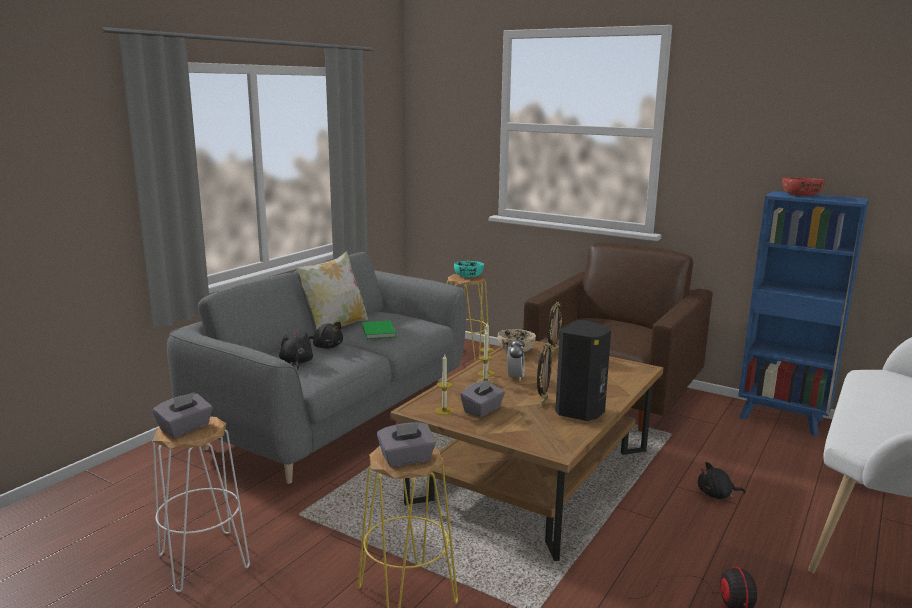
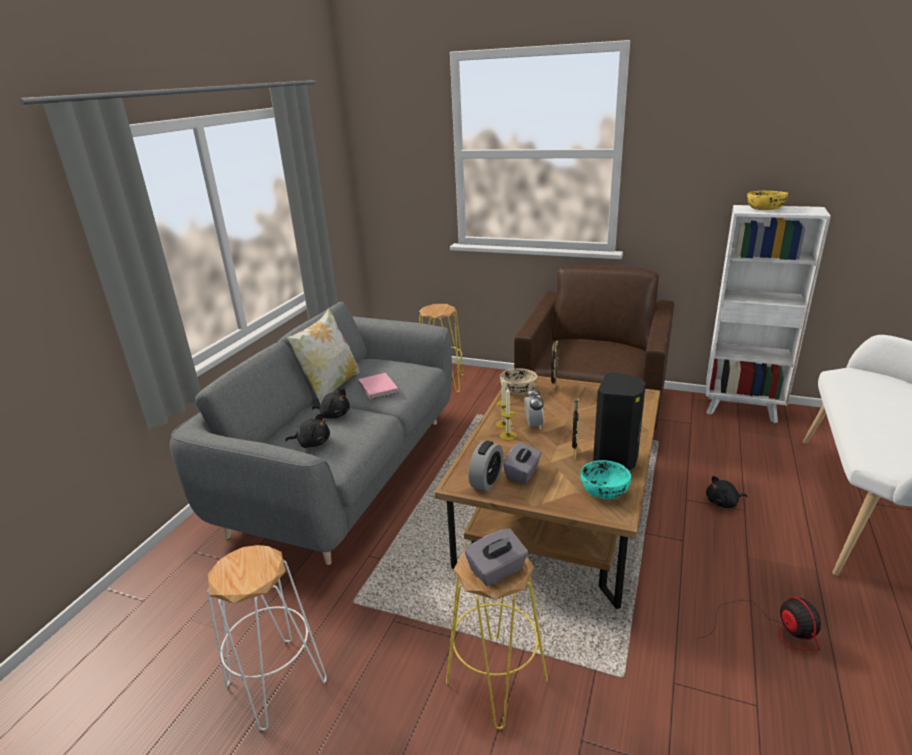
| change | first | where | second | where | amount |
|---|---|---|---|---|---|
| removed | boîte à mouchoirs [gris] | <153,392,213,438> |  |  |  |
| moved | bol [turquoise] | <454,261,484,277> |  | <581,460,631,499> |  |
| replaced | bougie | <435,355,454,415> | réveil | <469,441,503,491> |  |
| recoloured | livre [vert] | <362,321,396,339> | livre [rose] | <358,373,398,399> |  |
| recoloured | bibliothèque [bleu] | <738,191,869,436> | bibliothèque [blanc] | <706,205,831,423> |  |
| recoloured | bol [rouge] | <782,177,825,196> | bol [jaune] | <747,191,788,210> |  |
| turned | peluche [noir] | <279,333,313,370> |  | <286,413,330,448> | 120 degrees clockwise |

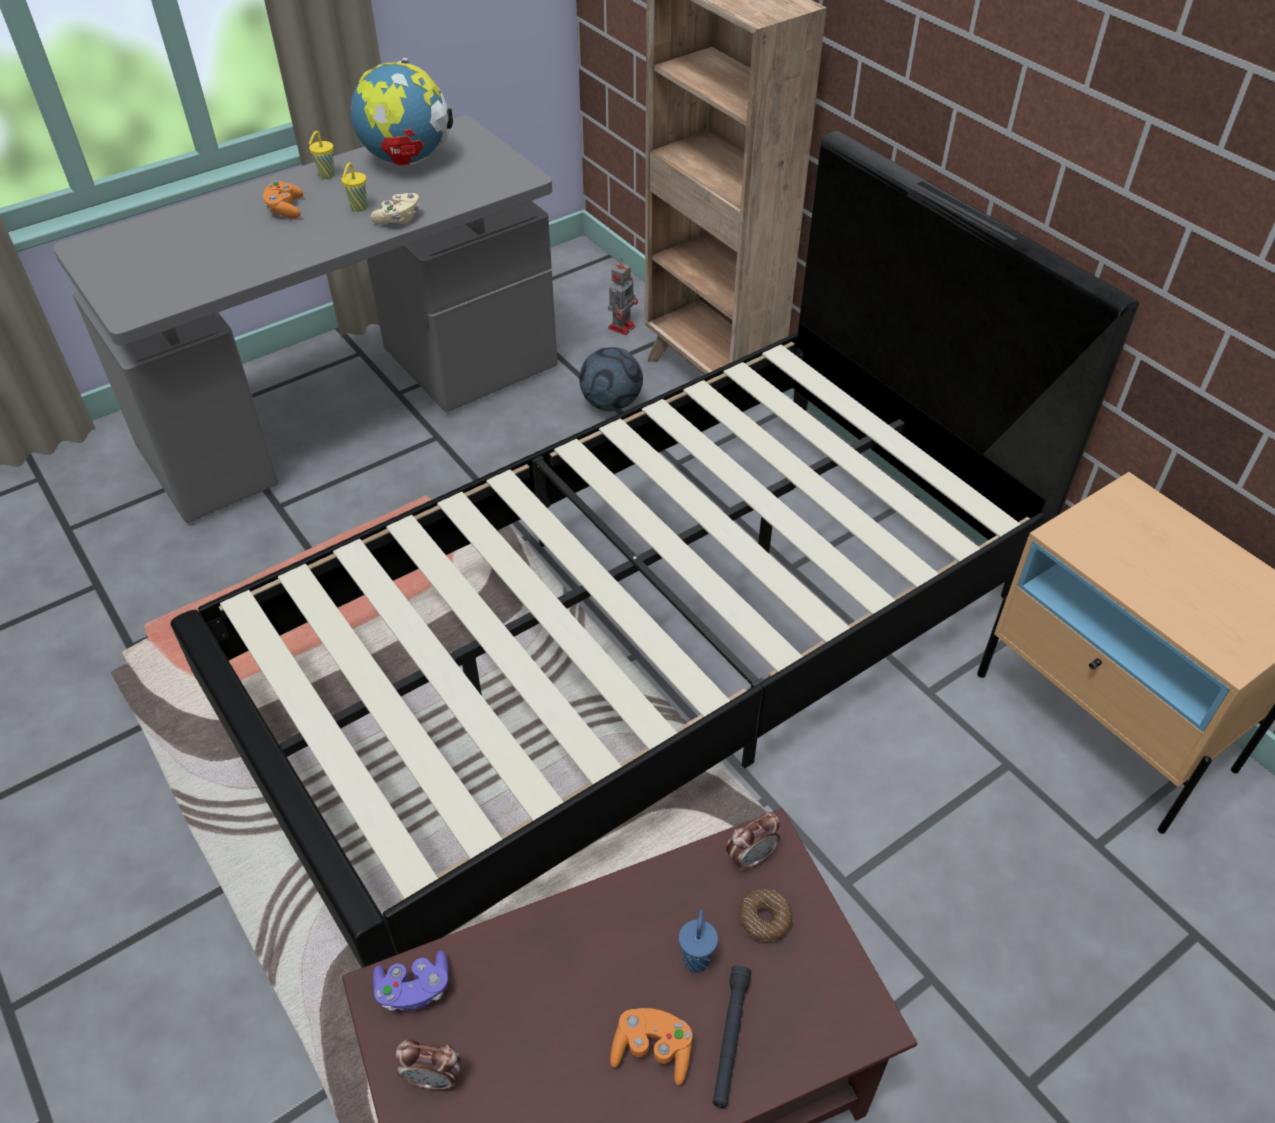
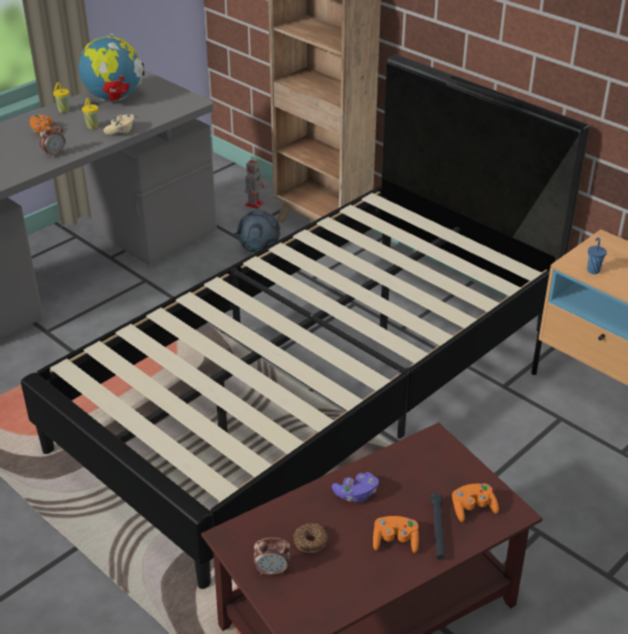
| change | first | where | second | where | amount |
|---|---|---|---|---|---|
| added |  |  | manette [orange] | <452,484,499,522> |  |
| moved | manette [violet] | <373,950,449,1011> |  | <332,472,379,502> |  |
| moved | tasse [bleu] | <679,909,718,973> |  | <587,237,607,274> |  |
| moved | réveil | <726,812,780,872> |  | <40,123,65,158> |  |
| moved | beignet | <738,889,793,941> |  | <294,523,328,553> |  |

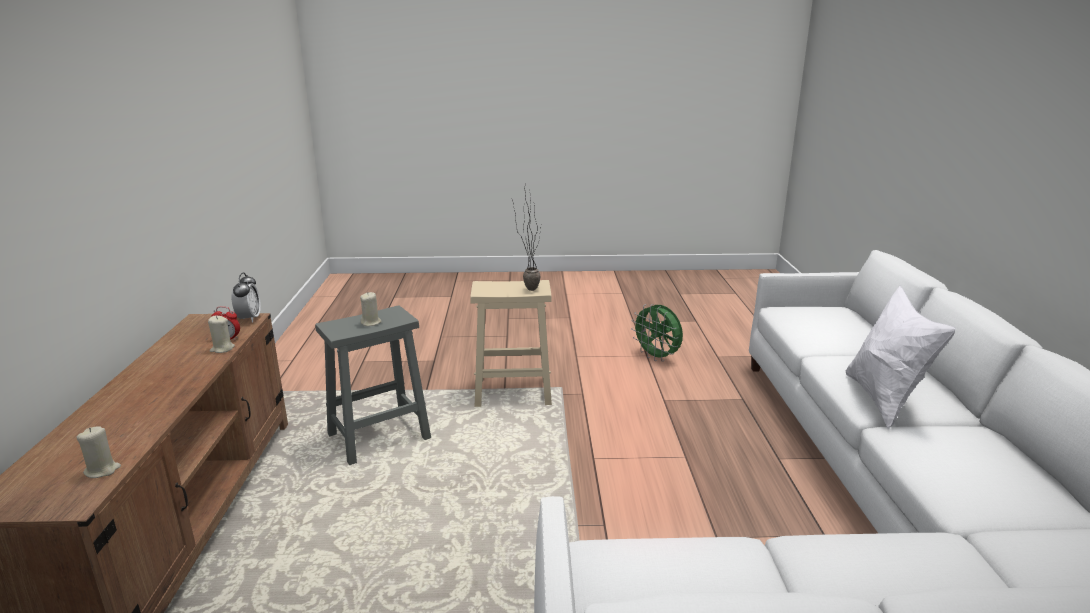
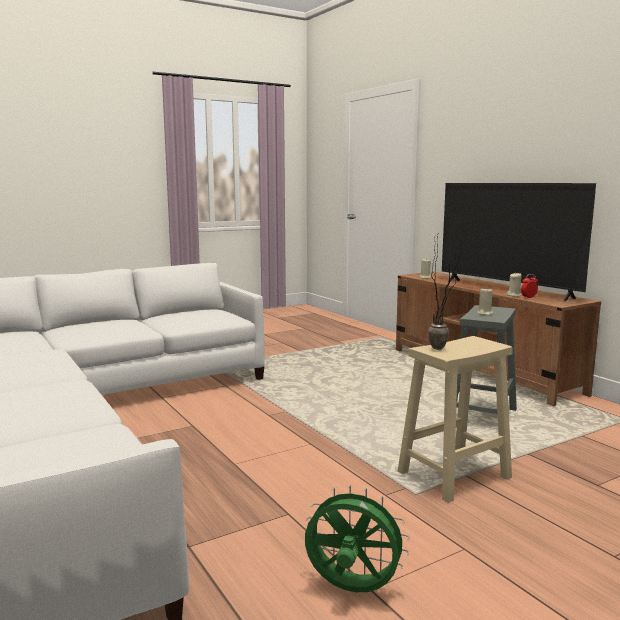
| change | first | where | second | where | amount |
|---|---|---|---|---|---|
| removed | réveil | <232,272,261,323> |  |  |  |
| removed | coussin [blanc] | <846,286,956,429> |  |  |  |
| added |  |  | téléviseur | <442,183,596,301> |  |

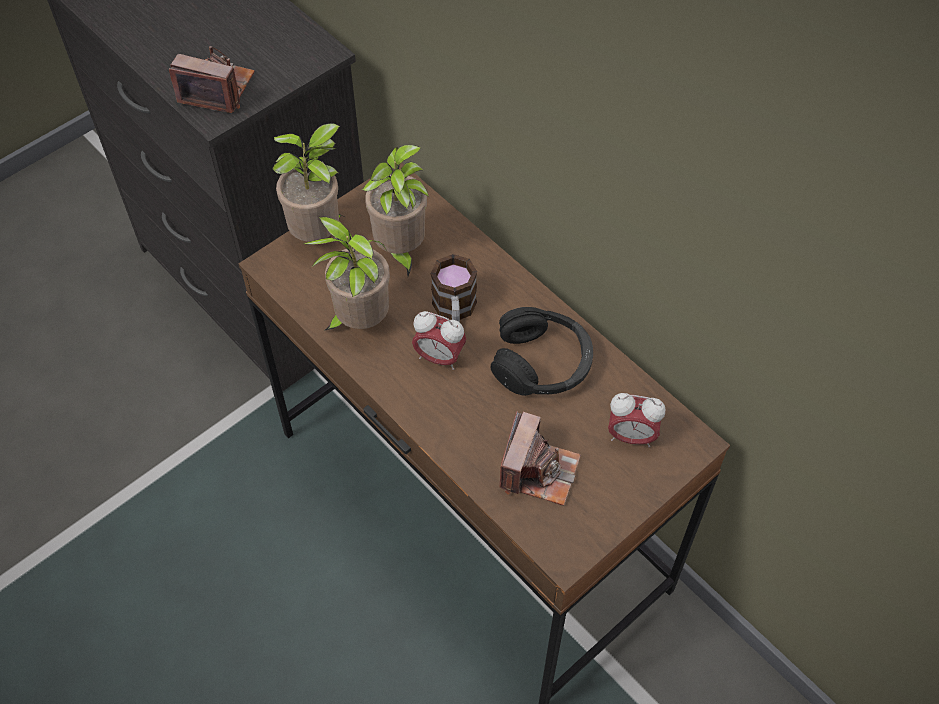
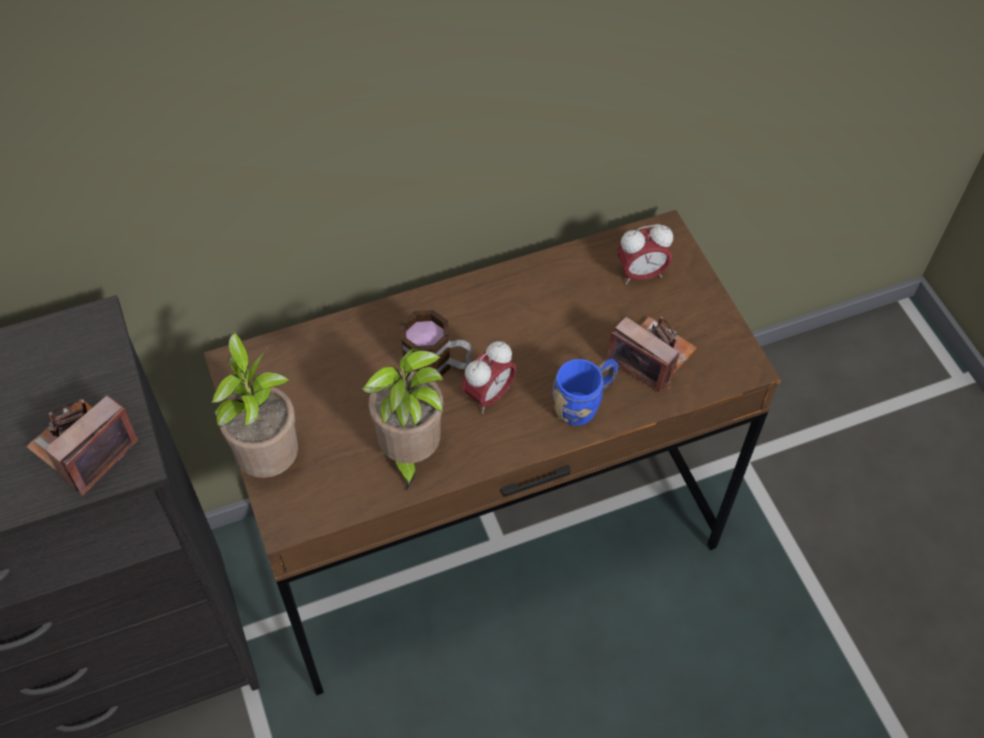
| change | first | where | second | where | amount |
|---|---|---|---|---|---|
| removed | plante en pot | <362,145,429,276> |  |  |  |
| removed | casque audio [noir] | <490,307,593,396> |  |  |  |
| added |  |  | mug [bleu] | <553,359,619,426> |  |
| turned | réveil | <608,393,665,447> |  | <617,224,673,284> | 45 degrees clockwise |

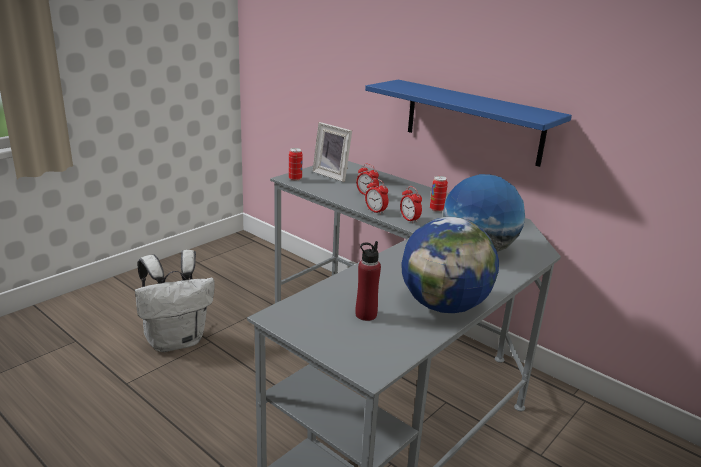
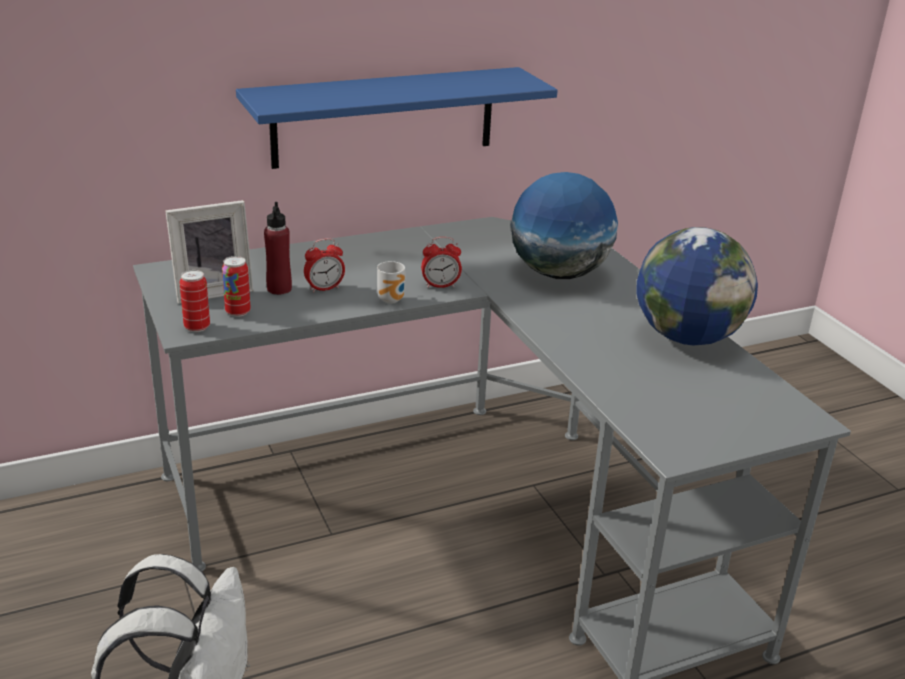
| change | first | where | second | where | amount |
|---|---|---|---|---|---|
| moved | bouteille [rouge] | <355,241,381,321> |  | <264,202,292,295> |  |
| moved | boîte métallique | <430,176,448,212> |  | <222,256,251,317> |  |
| replaced | réveil | <365,178,389,215> | mug | <377,261,406,304> |  |

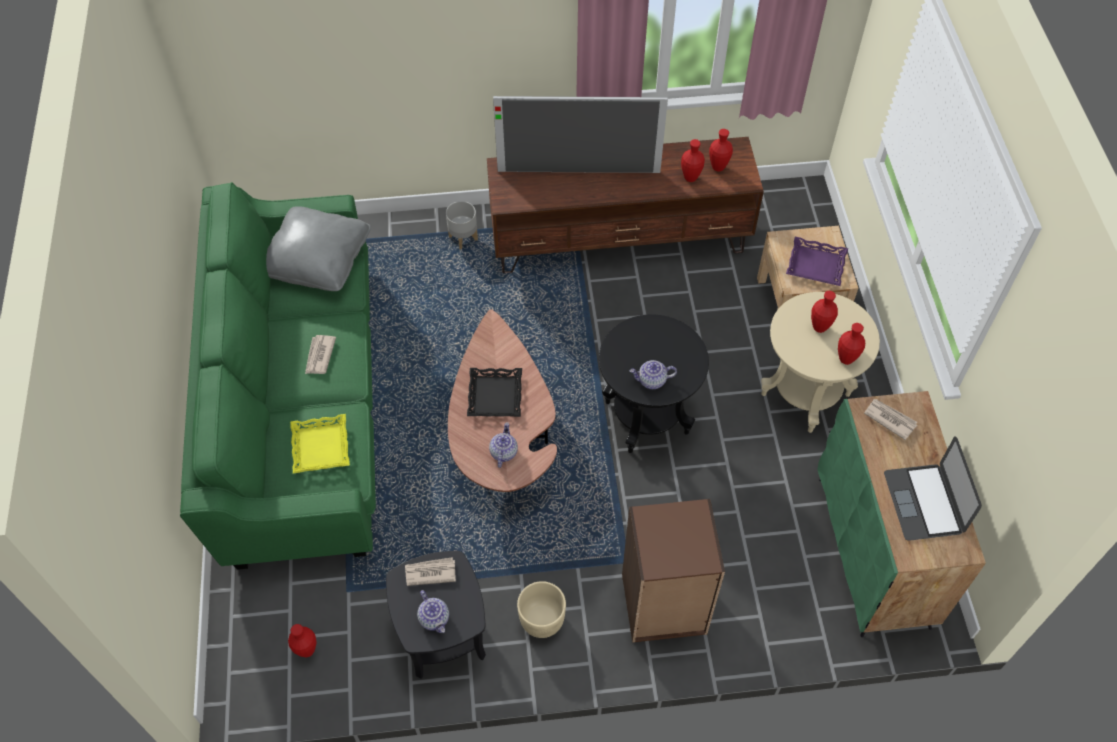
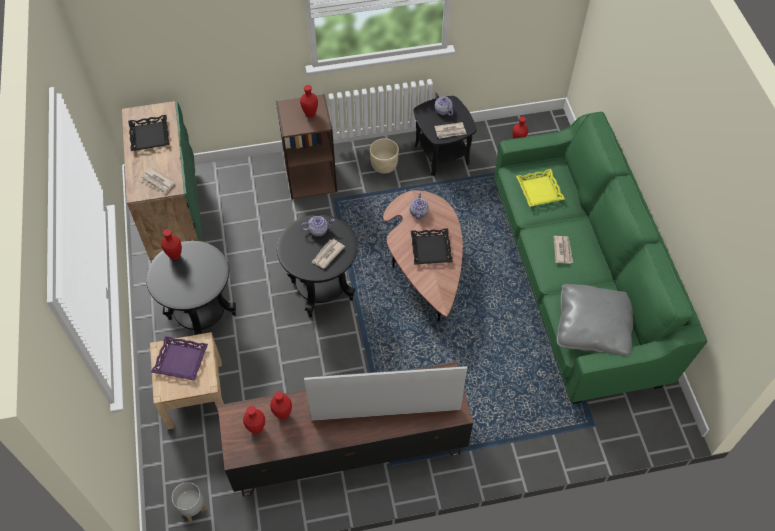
| change | first | where | second | where | amount |
|---|---|---|---|---|---|
| added |  |  | journal | <312,239,345,269> |  |
| moved | cache-pot [gris] | <446,201,478,249> |  | <172,482,207,522> |  |
| moved | vase [rouge] | <811,291,838,333> |  | <300,85,318,118> |  |
| replaced | ordinateur portable | <884,436,982,541> | plateau [noir] | <128,115,170,151> |  |
| recoloured | table d'appoint [beige] | <761,292,880,433> | table d'appoint [noir] | <146,241,236,335> |  |

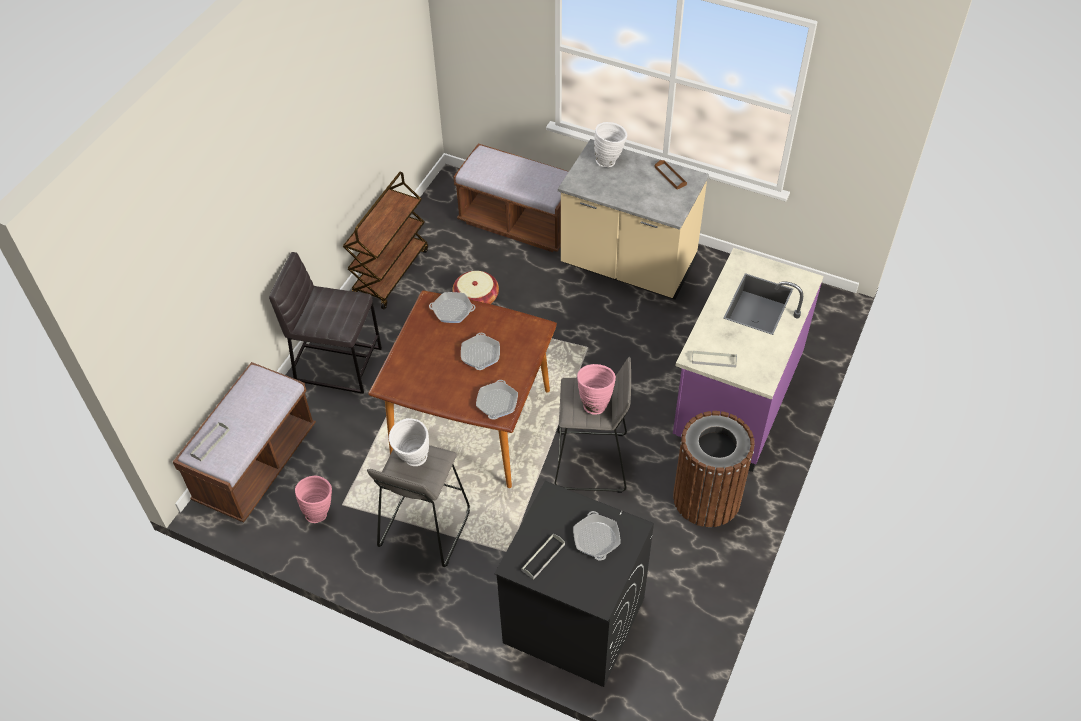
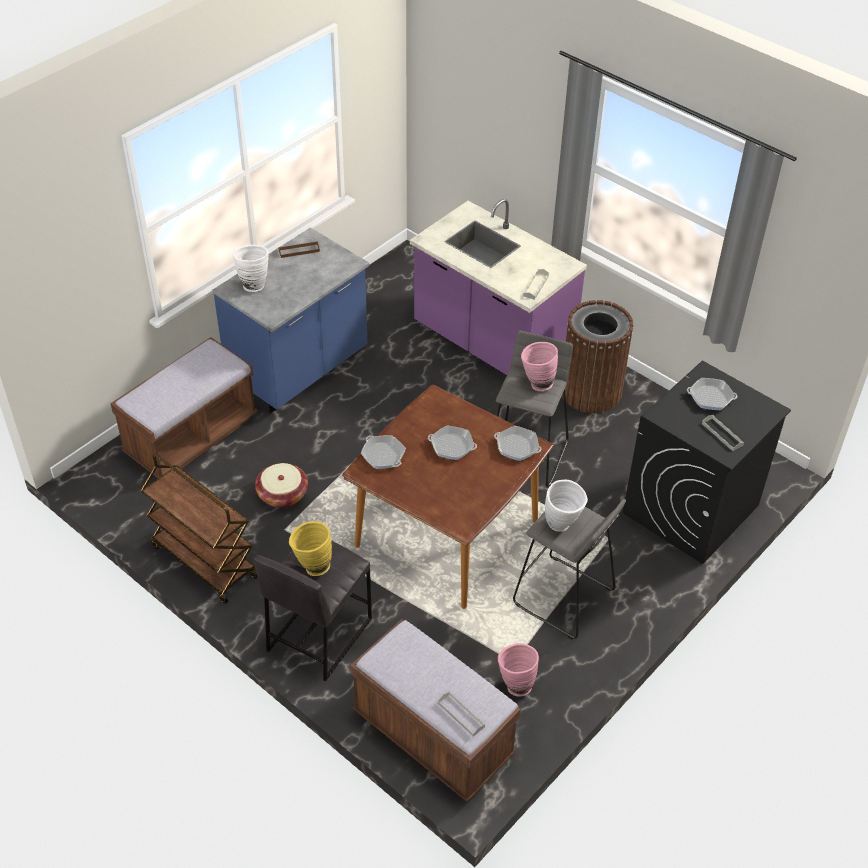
| change | first | where | second | where | amount |
|---|---|---|---|---|---|
| added |  |  | vase [jaune] | <289,521,332,576> |  |
| recoloured | comptoir de cuisine [beige] | <558,139,709,299> | comptoir de cuisine [bleu] | <212,228,370,414> |  |
| turned | poêle | <429,292,475,323> |  | <361,435,406,469> | 120 degrees clockwise |

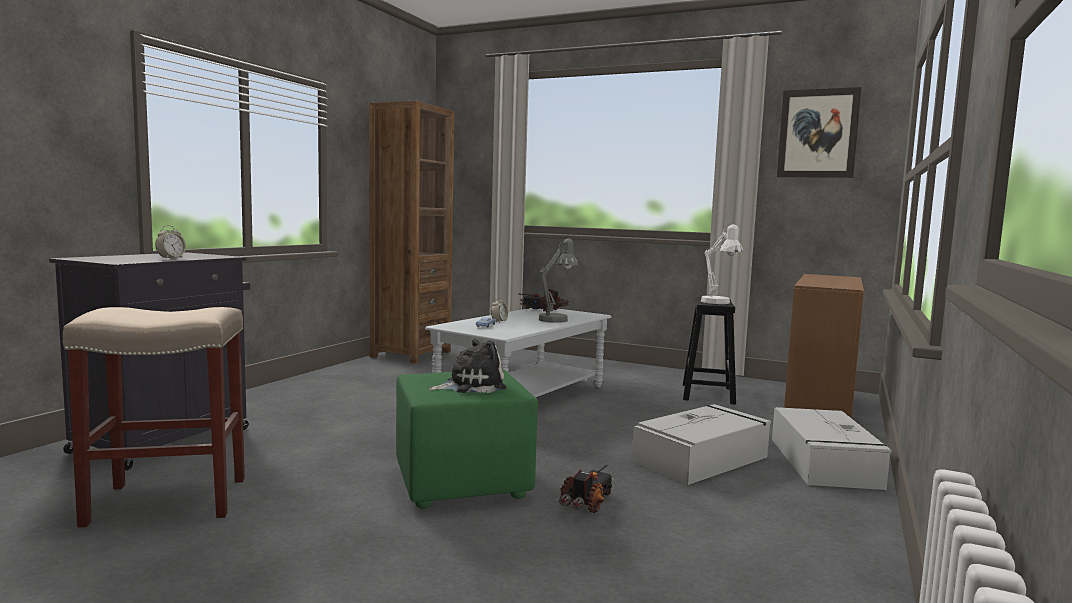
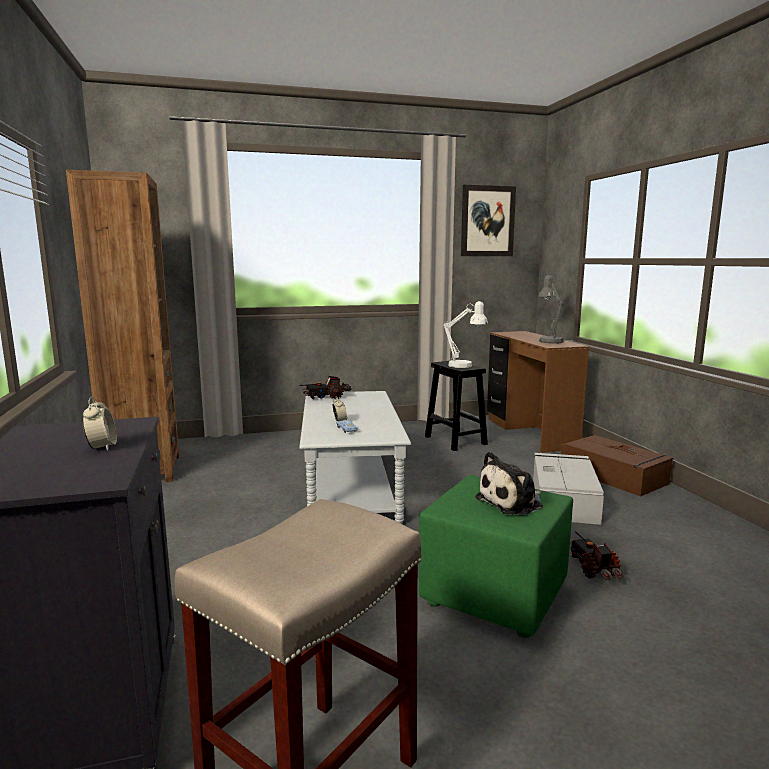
| change | first | where | second | where | amount |
|---|---|---|---|---|---|
| moved | lampe de table [gris] | <539,238,578,323> |  | <539,275,564,343> |  |
| recoloured | boîte de rangement [gris] | <772,407,892,490> | boîte de rangement [marron] | <561,435,674,496> |  |
| turned | peluche | <429,339,507,393> |  | <475,452,543,516> | 150 degrees counterclockwise |

